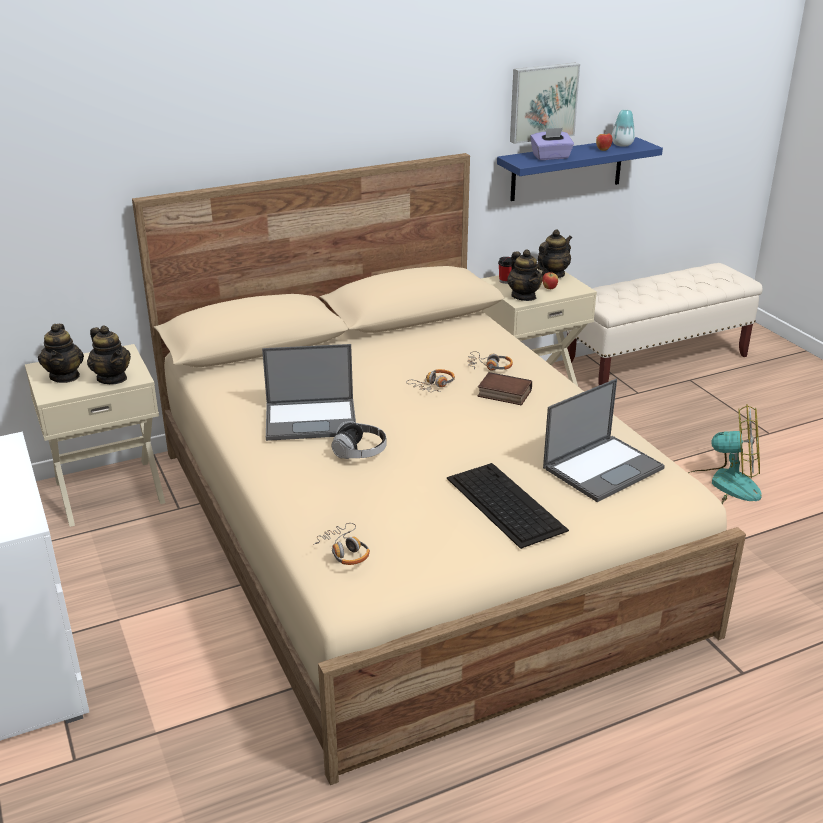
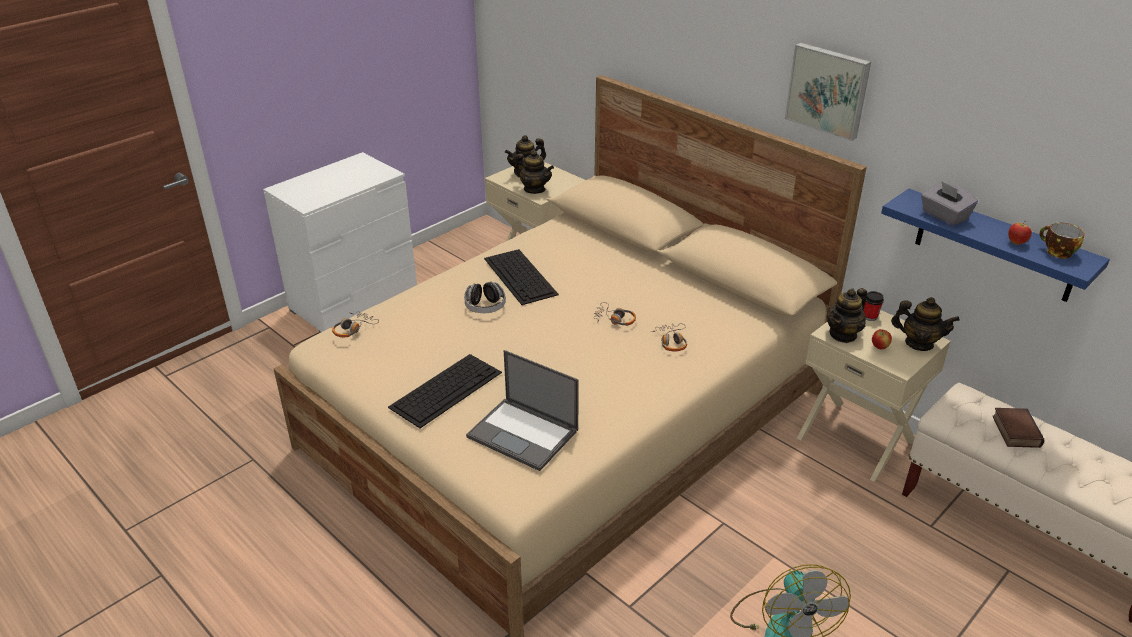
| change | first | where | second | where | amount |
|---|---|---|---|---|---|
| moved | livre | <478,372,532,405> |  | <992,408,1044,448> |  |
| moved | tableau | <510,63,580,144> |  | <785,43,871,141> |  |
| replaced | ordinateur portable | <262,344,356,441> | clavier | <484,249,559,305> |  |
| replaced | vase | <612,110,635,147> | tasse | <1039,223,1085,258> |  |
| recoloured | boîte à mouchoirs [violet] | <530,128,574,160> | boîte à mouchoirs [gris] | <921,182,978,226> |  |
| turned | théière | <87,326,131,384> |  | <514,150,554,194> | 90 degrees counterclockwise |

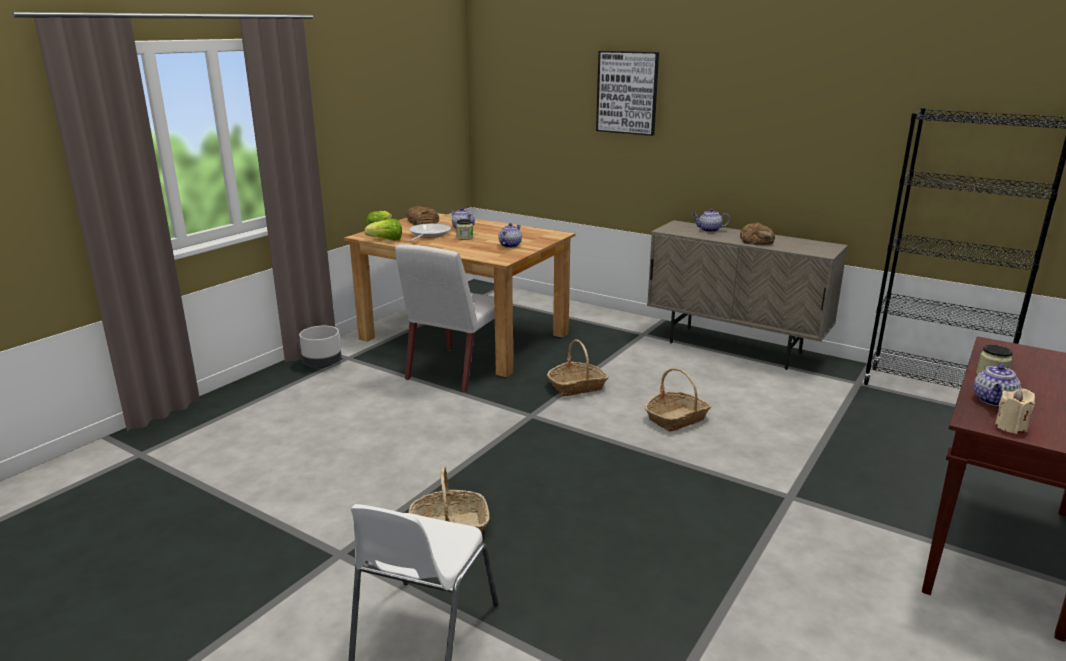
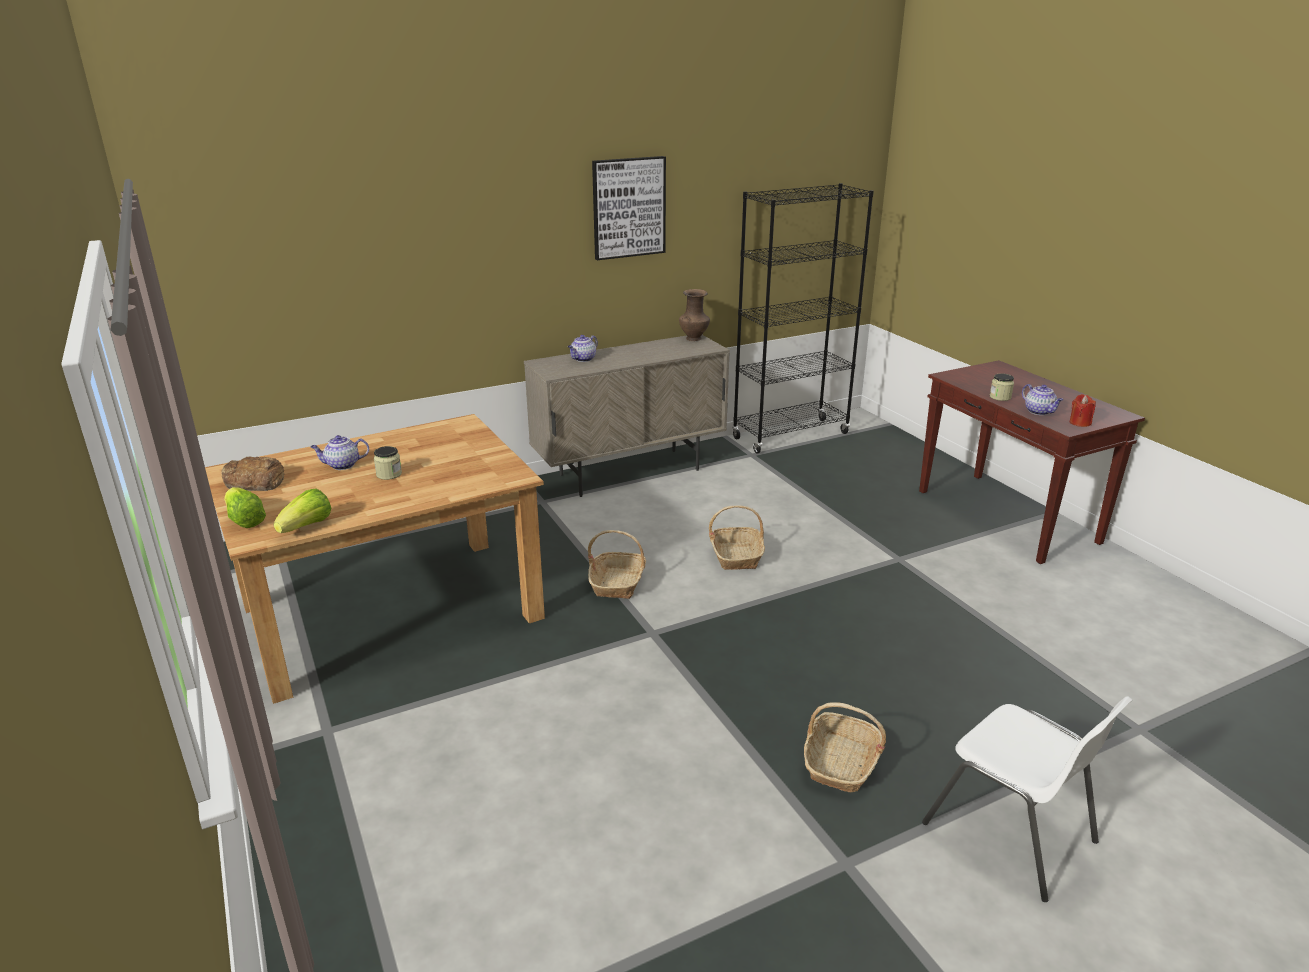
| change | first | where | second | where | amount |
|---|---|---|---|---|---|
| removed | cache-pot [gris] | <299,326,342,368> |  |  |  |
| removed | chaise [blanc] | <395,244,495,393> |  |  |  |
| removed | poêle | <409,223,451,242> |  |  |  |
| removed | théière | <499,223,522,248> |  |  |  |
| removed | pain | <740,222,775,245> |  |  |  |
| added |  |  | vase [marron] | <679,289,710,341> |  |
| moved | tableau | <596,51,659,136> |  | <592,156,666,260> |  |
| recoloured | bougie [beige] | <995,388,1035,434> | bougie [rouge] | <1069,394,1096,427> |  |

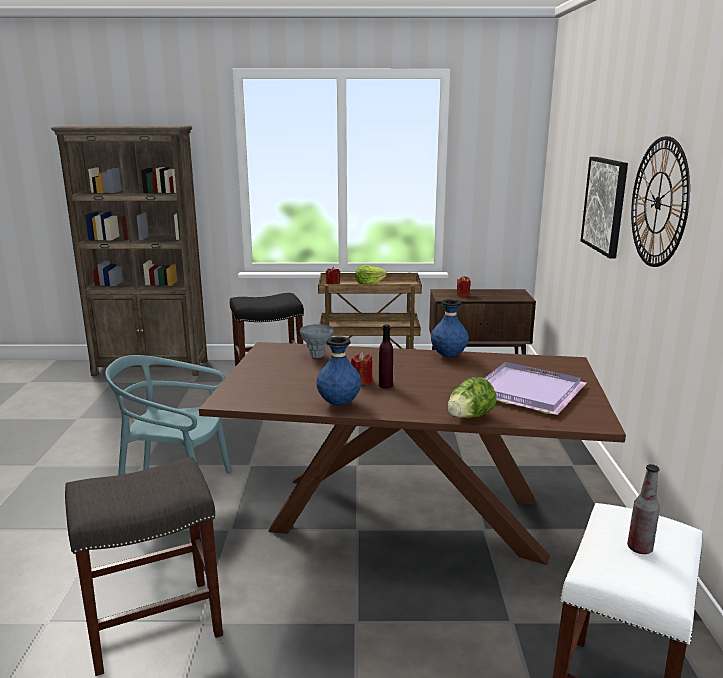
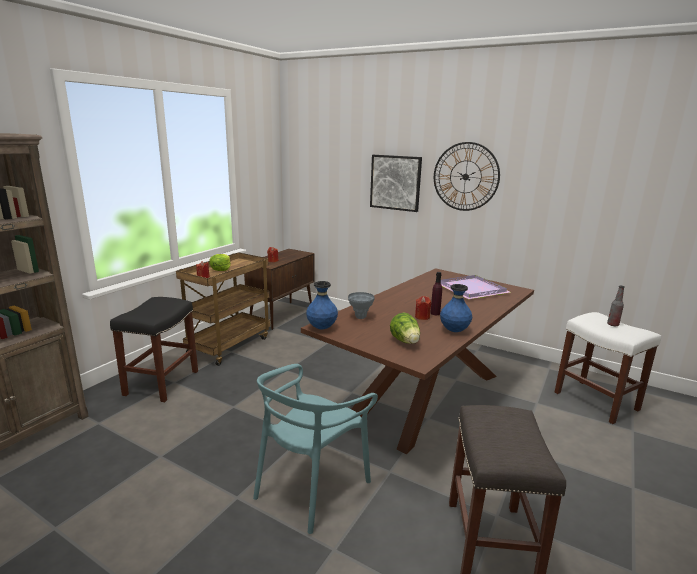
| change | first | where | second | where | amount |
|---|---|---|---|---|---|
| moved | vase [bleu] | <431,299,469,357> |  | <306,281,338,329> |  |
| moved | laitue | <447,377,497,418> |  | <390,312,420,344> |  |

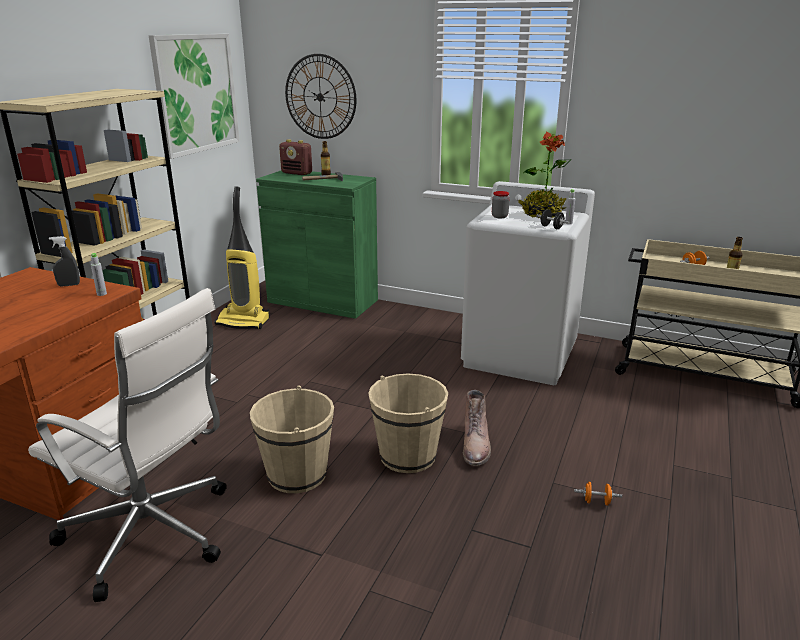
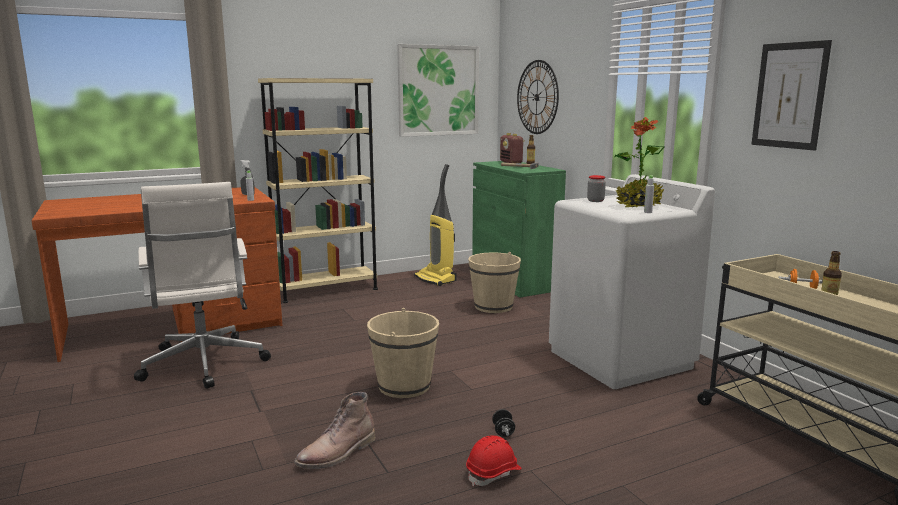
| change | first | where | second | where | amount |
|---|---|---|---|---|---|
| added |  |  | tableau | <751,40,832,151> |  |
| moved | seau [beige] | <250,385,334,493> |  | <468,252,521,313> |  |
| moved | botte [marron] | <462,390,491,466> |  | <294,392,375,469> |  |
| moved | haltère [noir] | <536,209,570,229> |  | <492,409,515,437> |  |
| replaced | haltère [orange] | <574,482,622,506> | casque de chantier [rouge] | <466,435,522,486> |  |

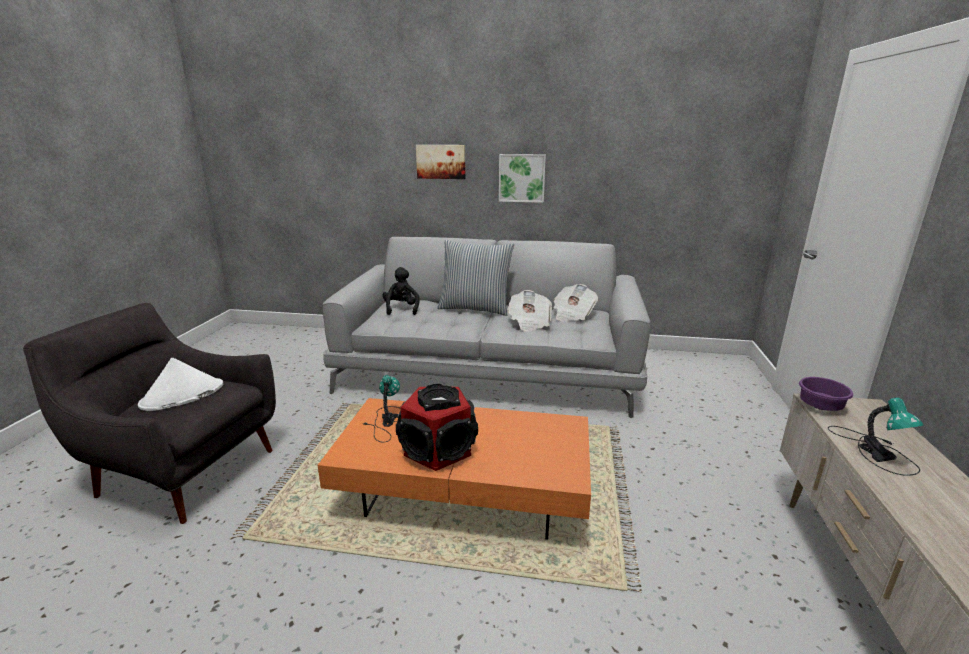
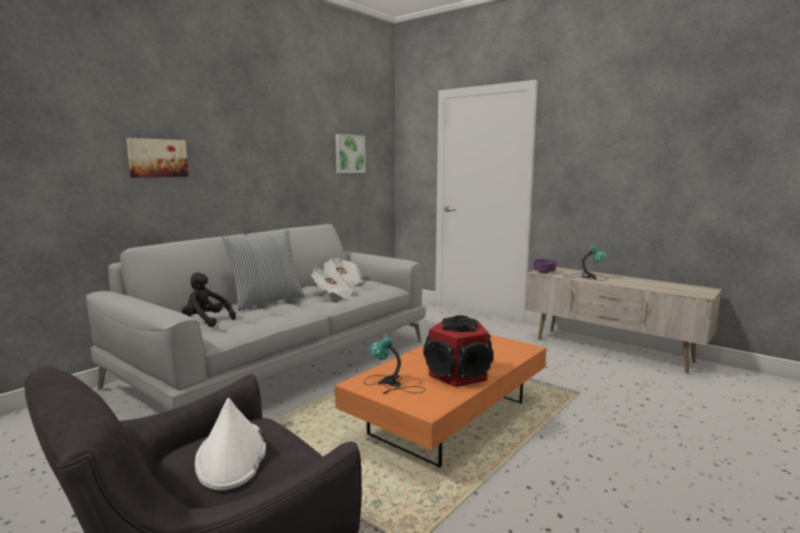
| change | first | where | second | where | amount |
|---|---|---|---|---|---|
| moved | tableau | <499,154,546,203> |  | <335,134,365,173> |  |

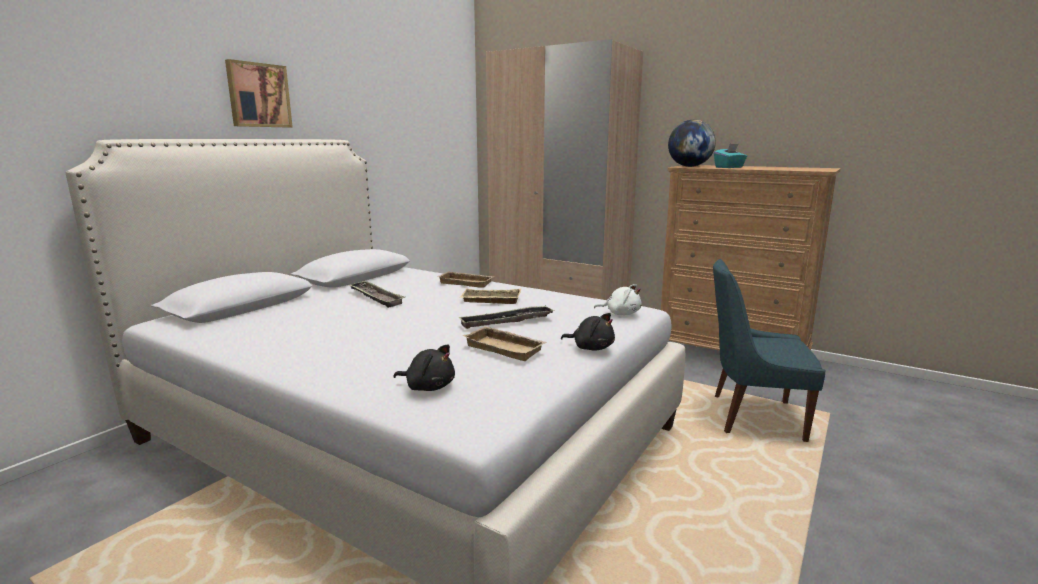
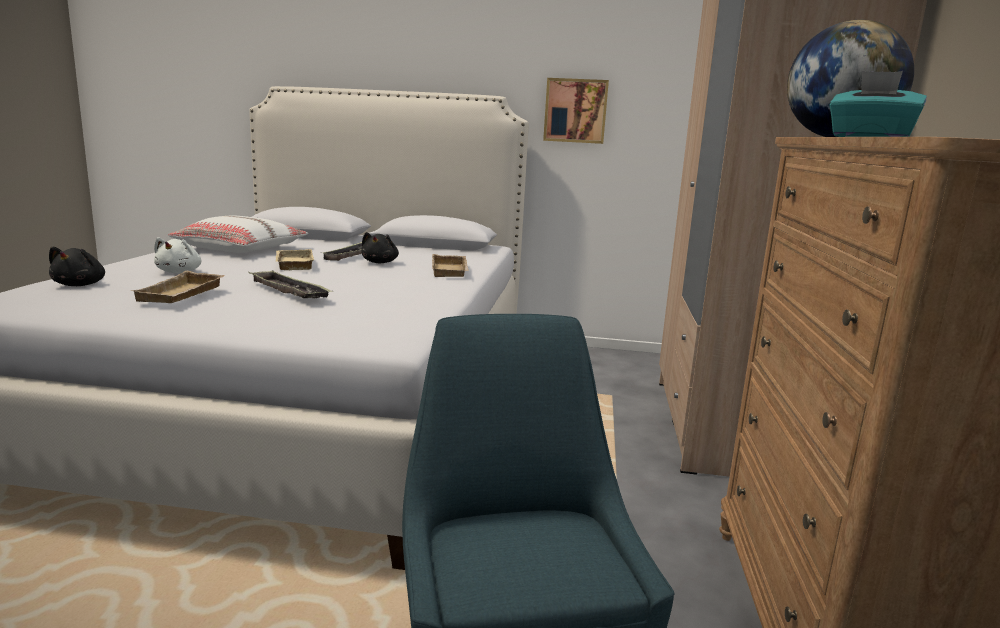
| change | first | where | second | where | amount |
|---|---|---|---|---|---|
| added |  |  | coussin [blanc] | <168,215,308,253> |  |
| moved | tableau | <225,59,293,127> |  | <543,78,609,144> |  |
| moved | plateau [beige] | <460,289,521,304> |  | <275,249,315,270> |  |
| moved | peluche [noir] | <561,313,615,351> |  | <361,232,399,263> |  |
| moved | peluche [blanc] | <594,284,642,315> |  | <154,237,201,273> |  |

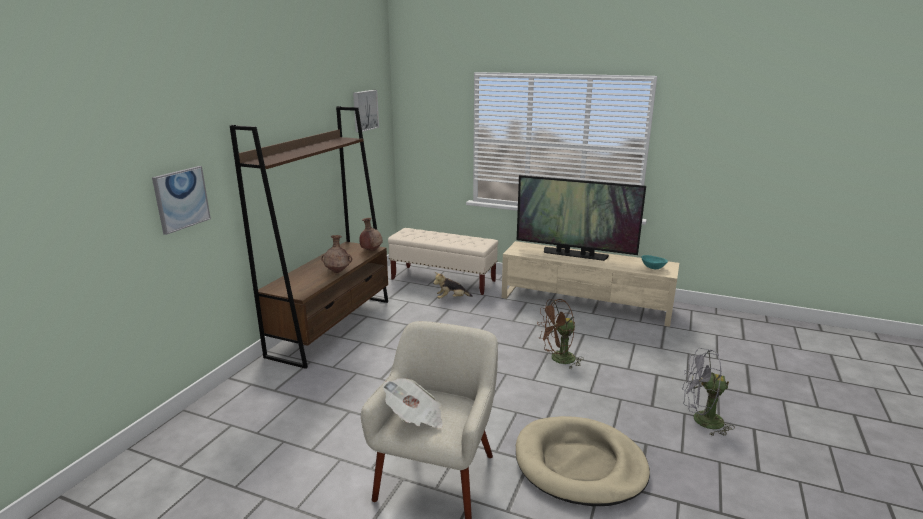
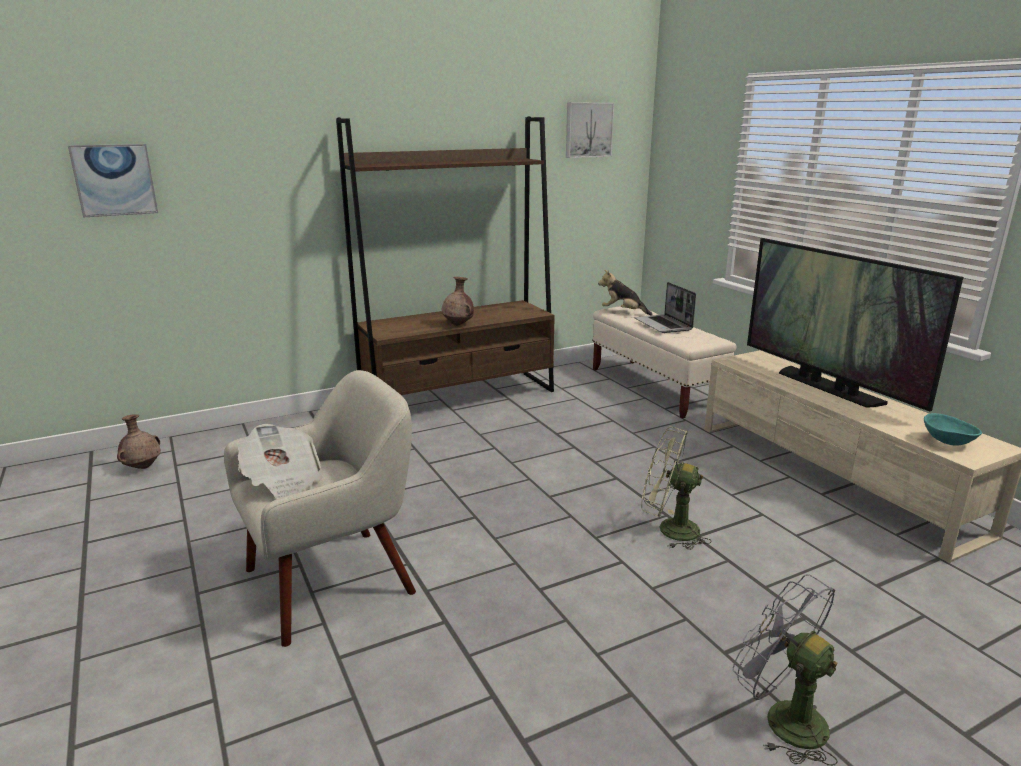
| change | first | where | second | where | amount |
|---|---|---|---|---|---|
| removed | panier pour chien [beige] | <516,416,650,506> |  |  |  |
| added |  |  | ordinateur portable | <635,282,696,333> |  |
| moved | tableau | <152,166,211,235> |  | <68,144,158,217> |  |
| moved | vase [marron] | <359,218,383,251> |  | <117,414,161,469> |  |
| moved | peluche | <433,272,473,299> |  | <598,270,653,316> |  |
| recoloured | ventilateur [marron] | <537,299,584,369> | ventilateur [vert] | <641,426,711,550> |  |

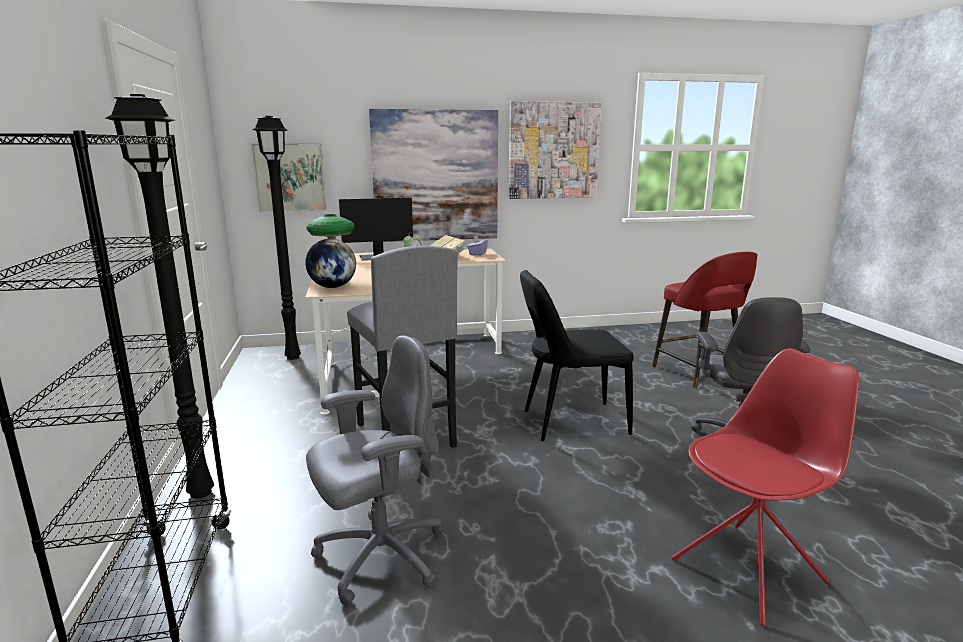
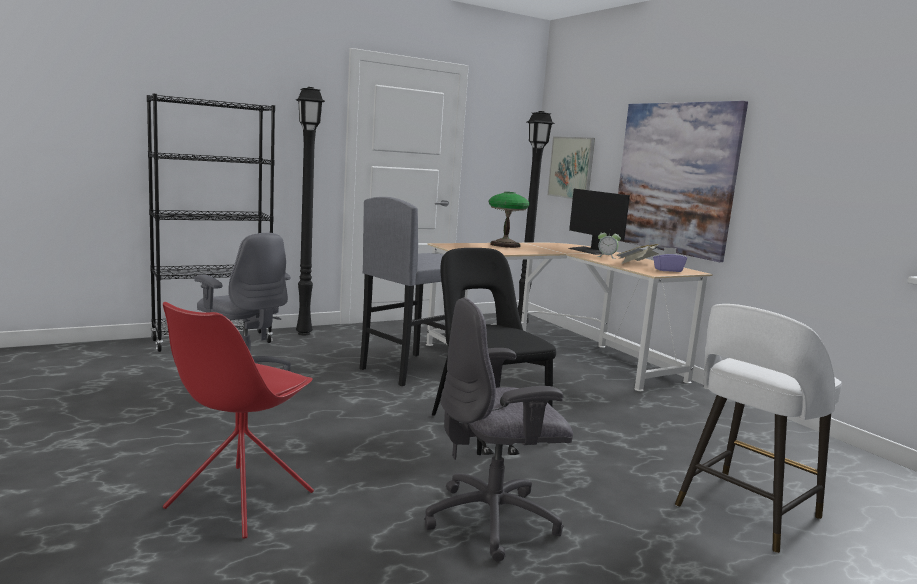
| change | first | where | second | where | amount |
|---|---|---|---|---|---|
| removed | globe | <305,239,356,288> |  |  |  |
| removed | tableau | <509,101,601,199> |  |  |  |
| recoloured | tabouret [rouge] | <652,252,757,388> | tabouret [blanc] | <675,304,842,553> |  |
| turned | chaise [rouge] | <671,348,859,626> |  | <163,302,314,539> | 75 degrees clockwise |

